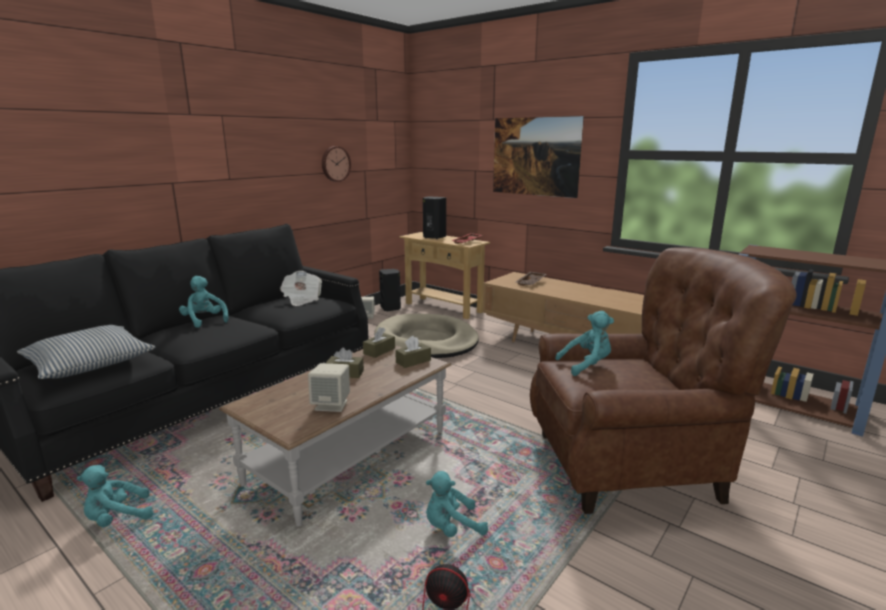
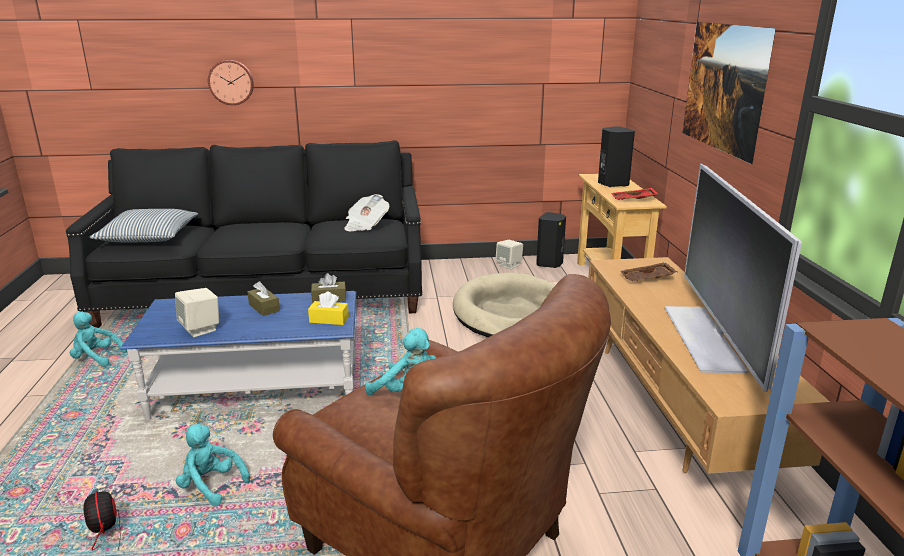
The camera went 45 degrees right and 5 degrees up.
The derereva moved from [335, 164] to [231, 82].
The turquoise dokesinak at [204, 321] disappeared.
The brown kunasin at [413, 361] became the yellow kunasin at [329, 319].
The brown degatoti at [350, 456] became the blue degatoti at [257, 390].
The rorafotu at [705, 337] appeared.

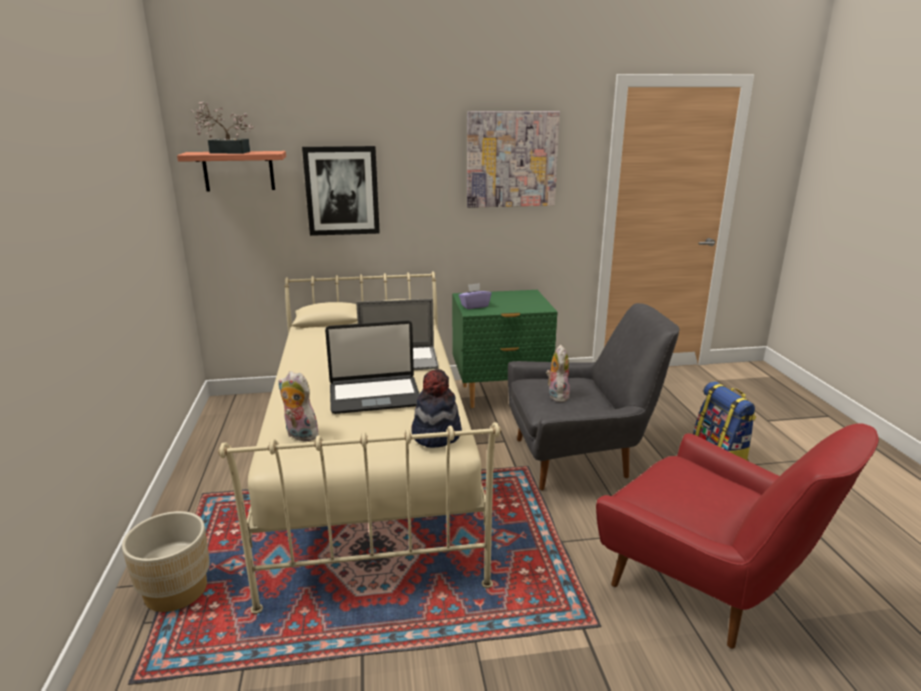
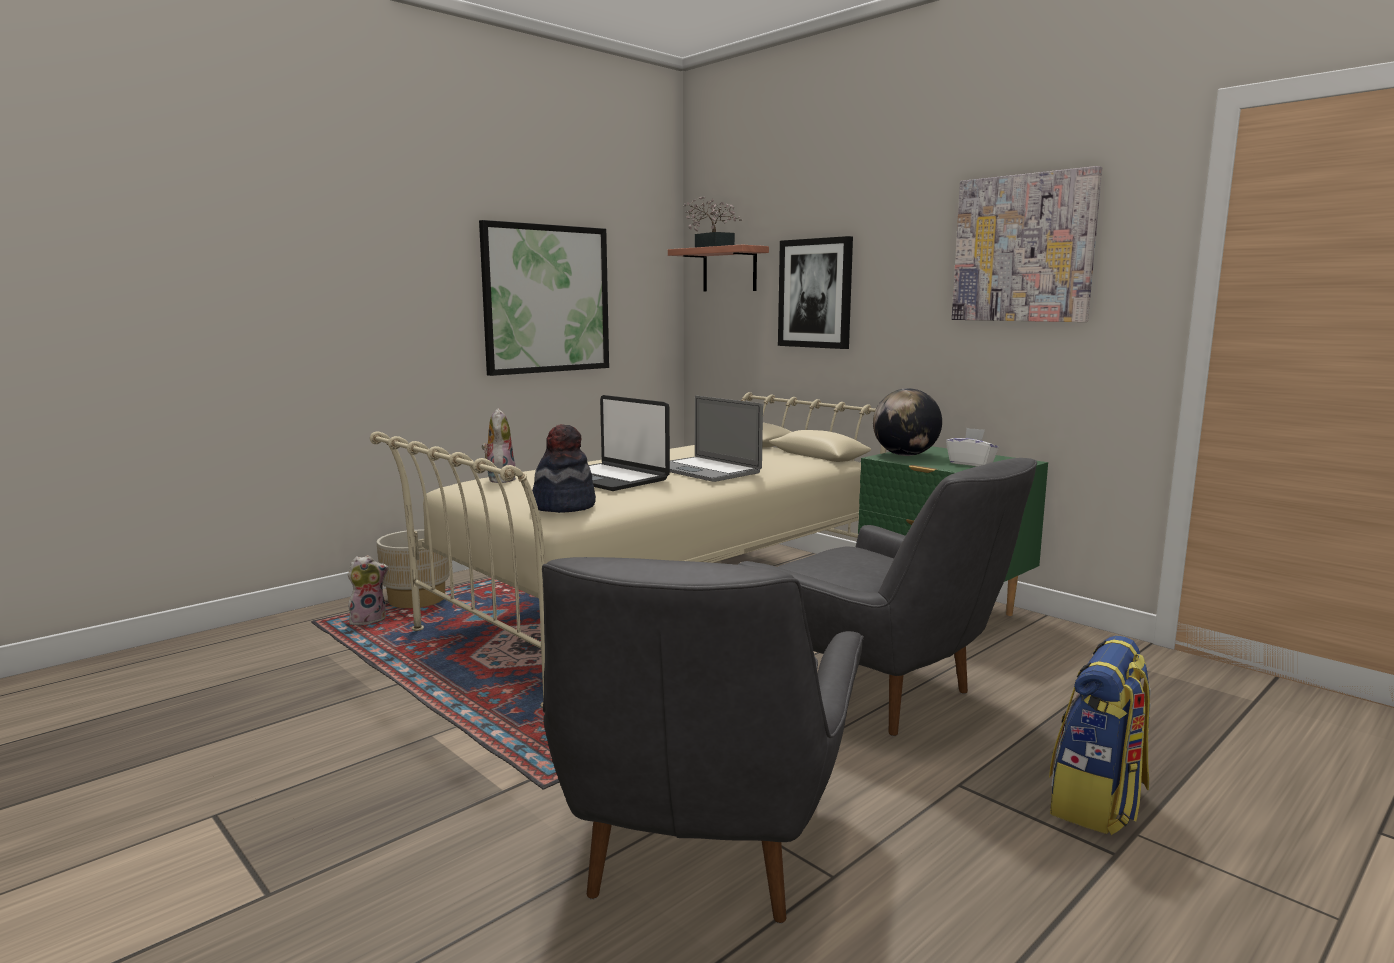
The camera went 55 degrees right and 10 degrees down.
The purple kunasin at [474, 306] was replaced by the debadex at [905, 455].
The dokesinak moved from [556, 395] to [369, 620].
The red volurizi at [706, 591] became the grey volurizi at [699, 854].
The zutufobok at [546, 299] appeared.
The white kunasin at [971, 463] appeared.

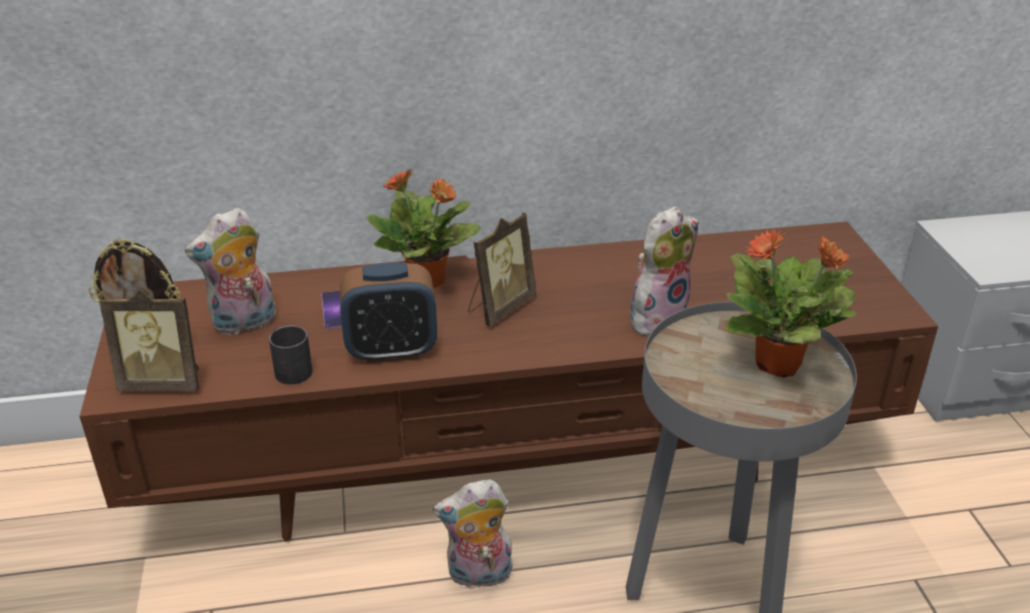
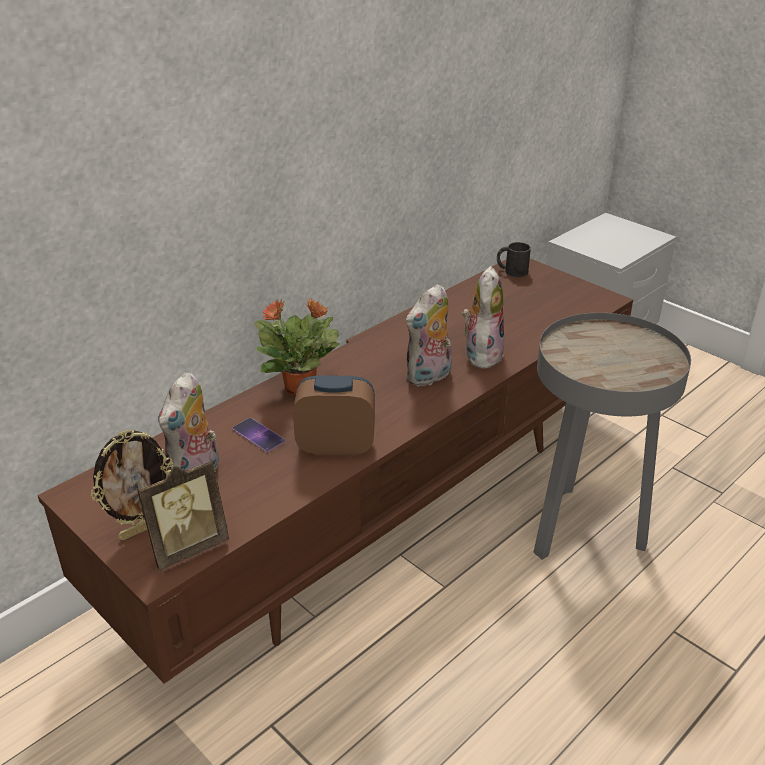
The camera went 35 degrees left and 0 degrees up.
The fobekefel at [499, 307] disappeared.
The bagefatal at [779, 365] disappeared.
The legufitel at [391, 350] turned 135 degrees counterclockwise.
The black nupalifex moved from [290, 368] to [511, 271].
The dokesinak moved from [478, 576] to [429, 377].

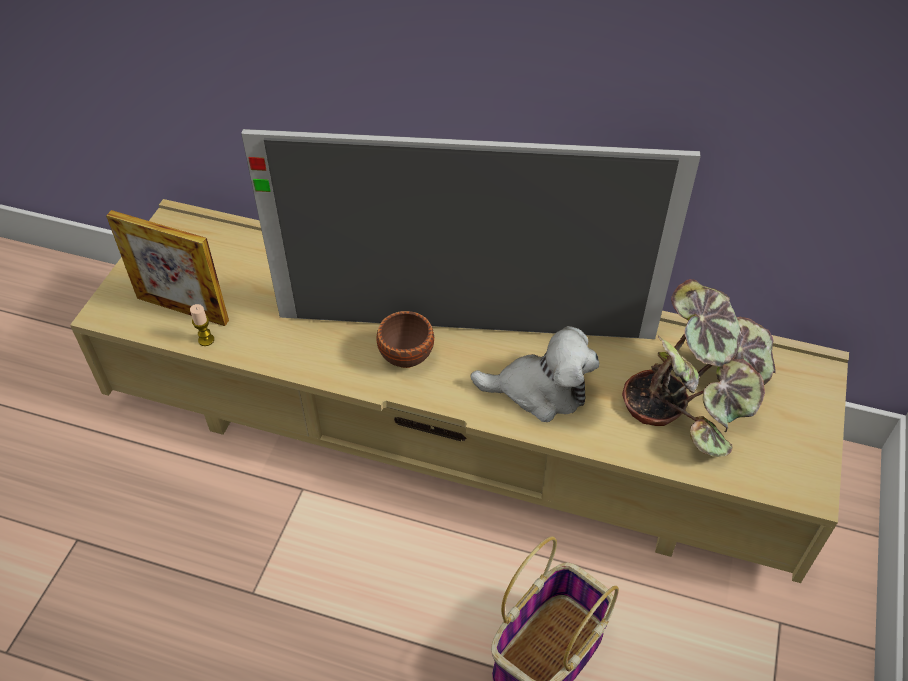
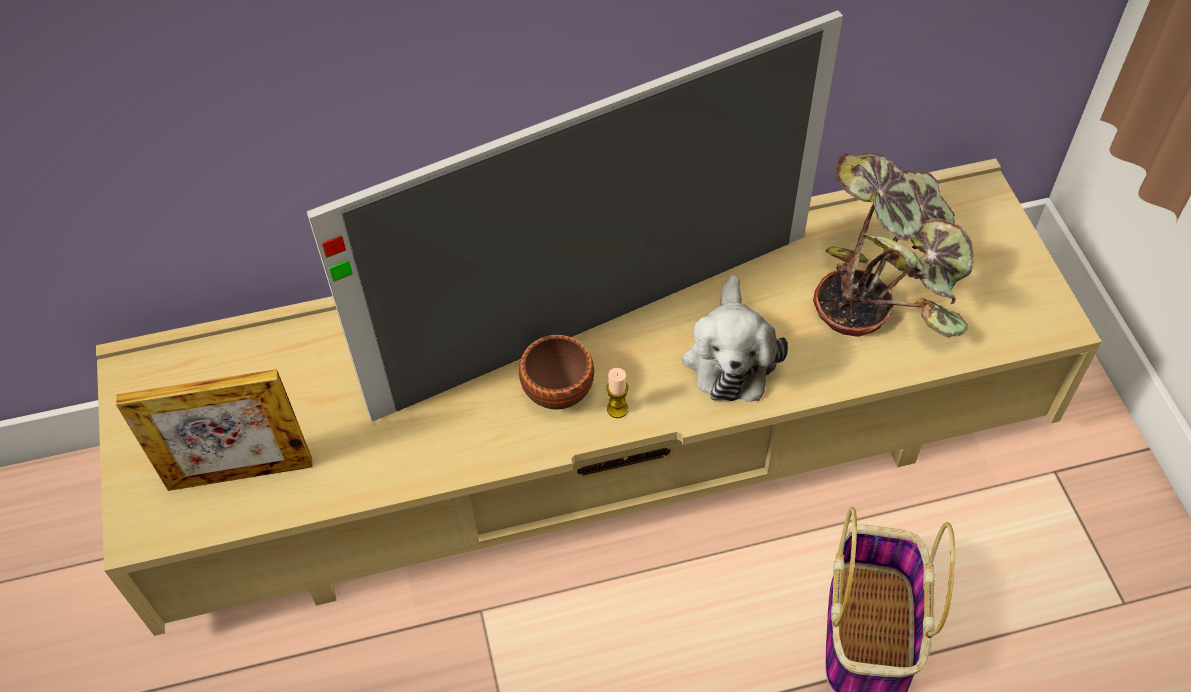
The camera went 30 degrees left and 5 degrees up.
The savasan moved from [206, 340] to [617, 409].
The dokesinak at [540, 390] turned 120 degrees clockwise.

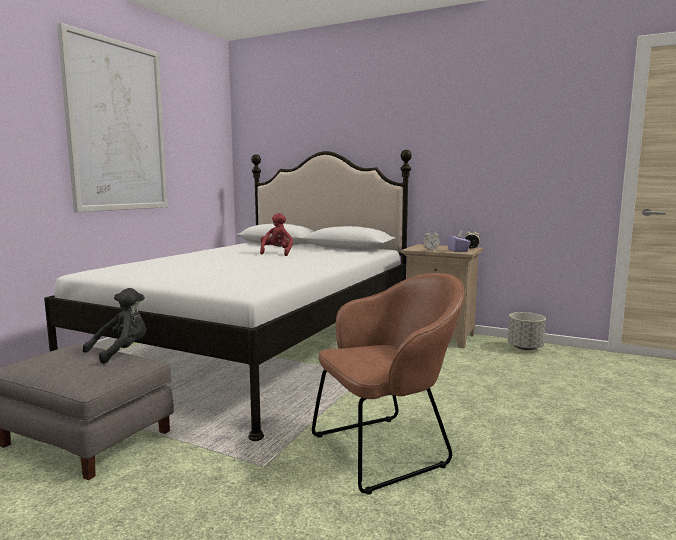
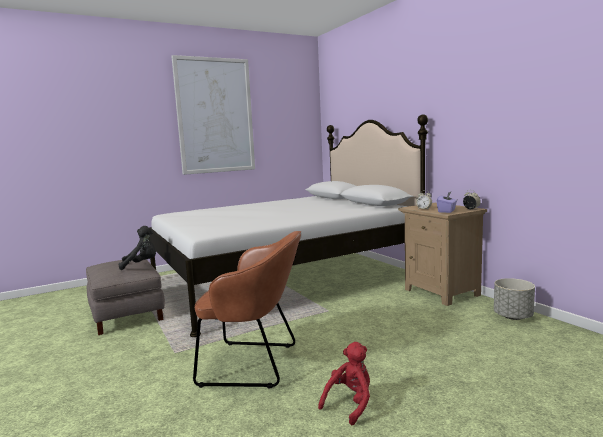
The camera went 35 degrees right and 0 degrees up.
The red dokesinak moved from [277, 253] to [350, 403].

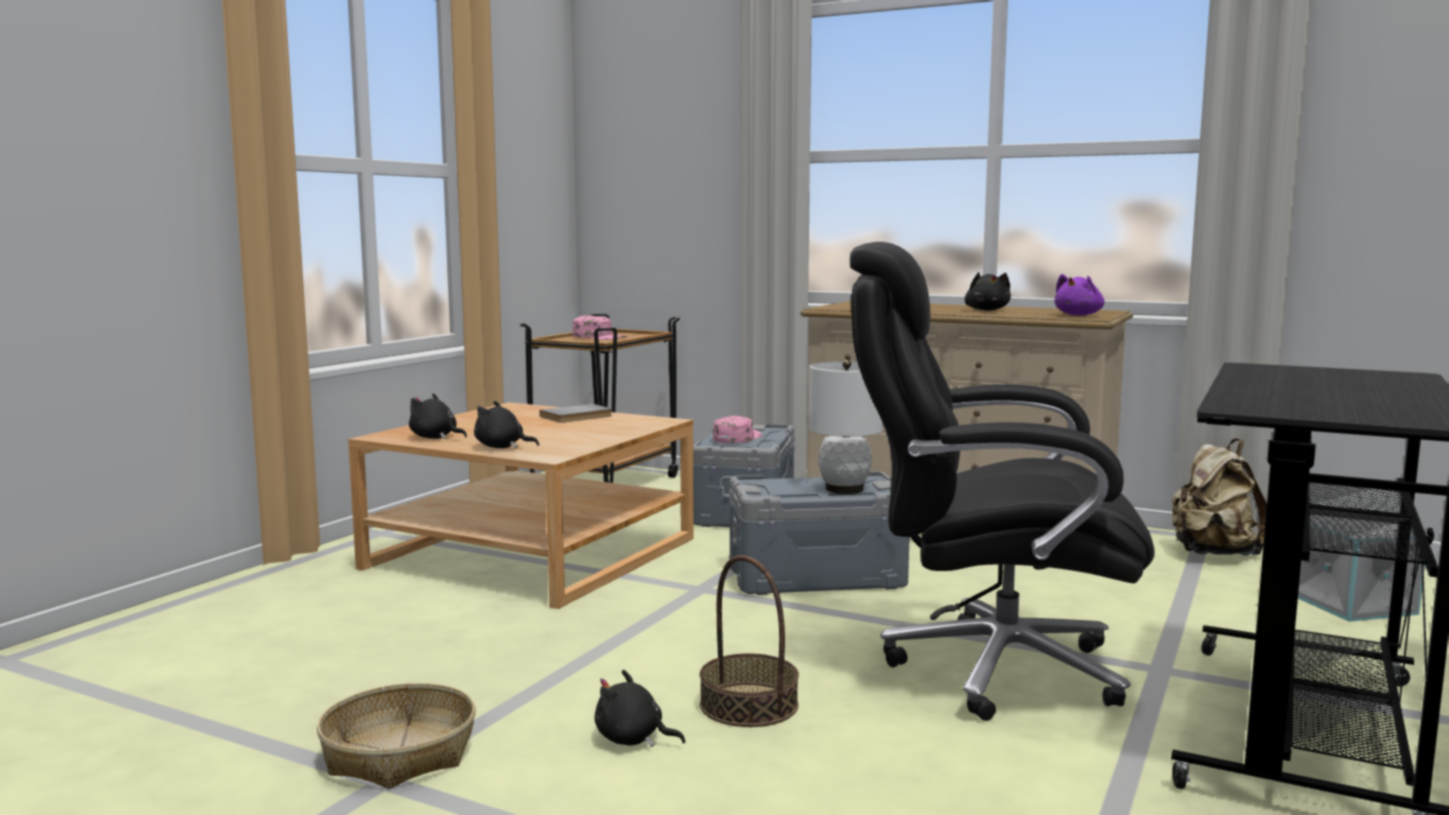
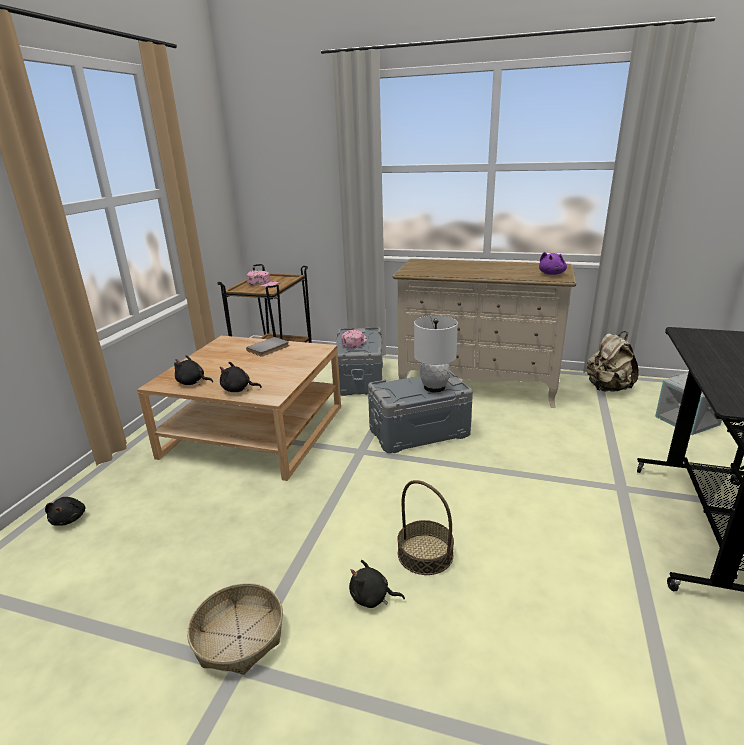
The camera went 10 degrees left and 15 degrees up.
The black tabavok at [988, 670] disappeared.
The black dokesinak moved from [987, 310] to [69, 519].

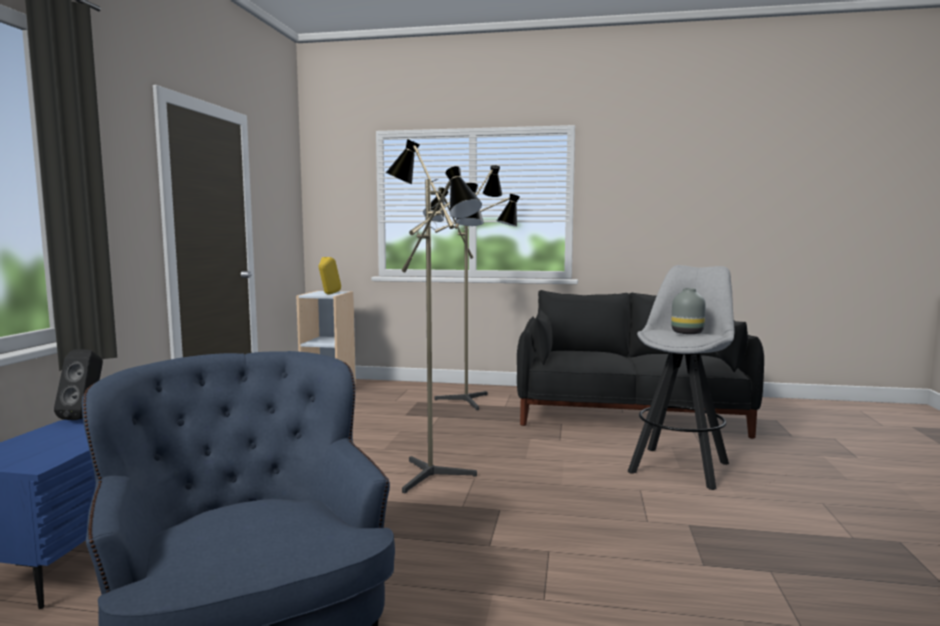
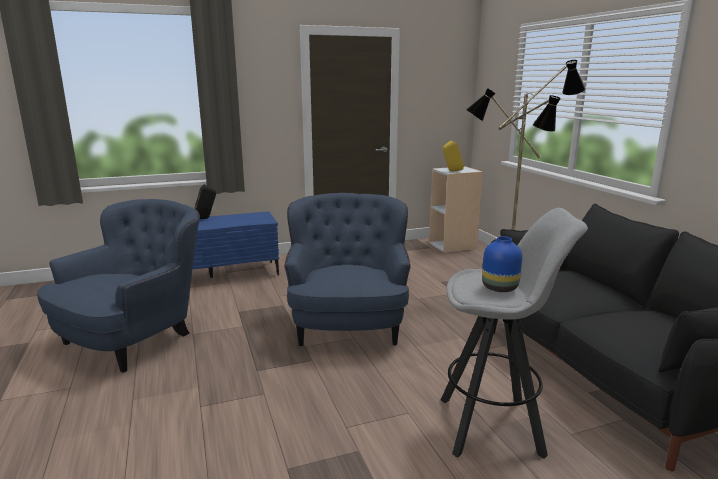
The camera went 60 degrees right and 10 degrees up.
The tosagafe at [438, 473] was replaced by the blue volurizi at [348, 324].
The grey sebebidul at [687, 333] became the blue sebebidul at [499, 288].

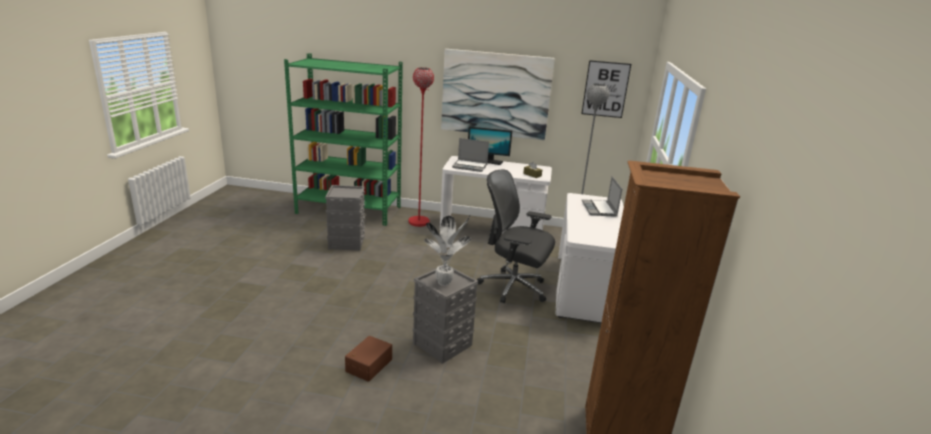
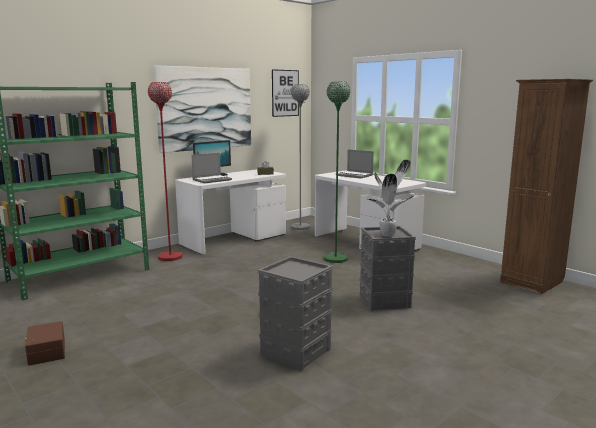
The camera went 50 degrees left and 10 degrees down.
The tabavok at [514, 288] was replaced by the green tosagafe at [335, 259].
The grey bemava moved from [347, 242] to [295, 351].
The brown bemava moved from [368, 365] to [45, 352].

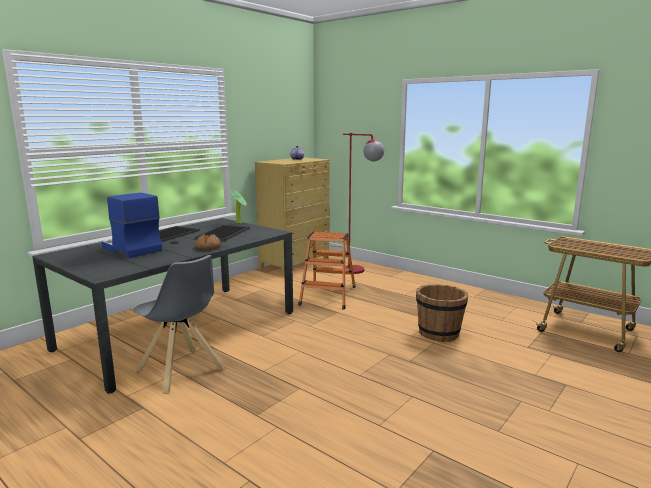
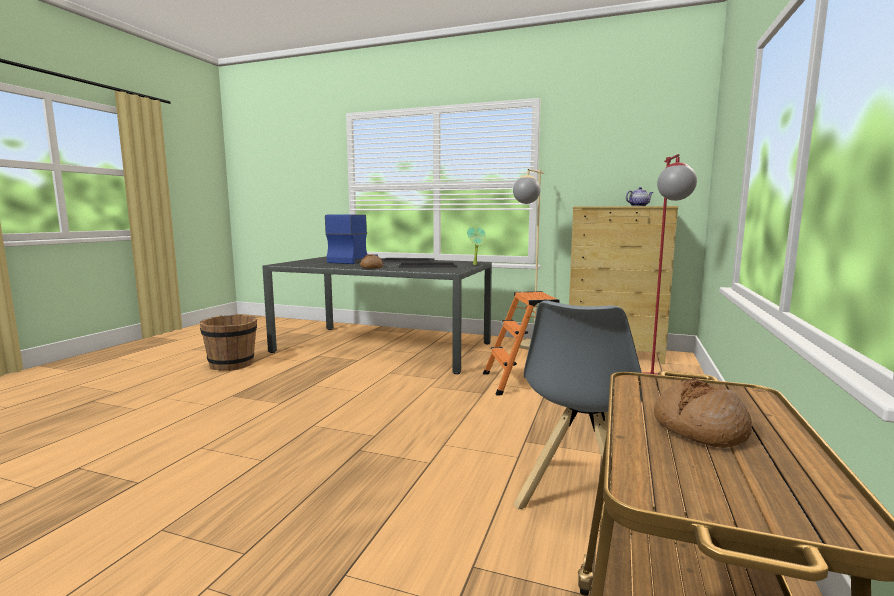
The camera went 70 degrees right and 5 degrees down.
The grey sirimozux moved from [181, 371] to [579, 496].
The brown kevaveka moved from [439, 333] to [232, 365].
The beige tosagafe at [528, 348] appeared.
The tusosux at [698, 429] appeared.

